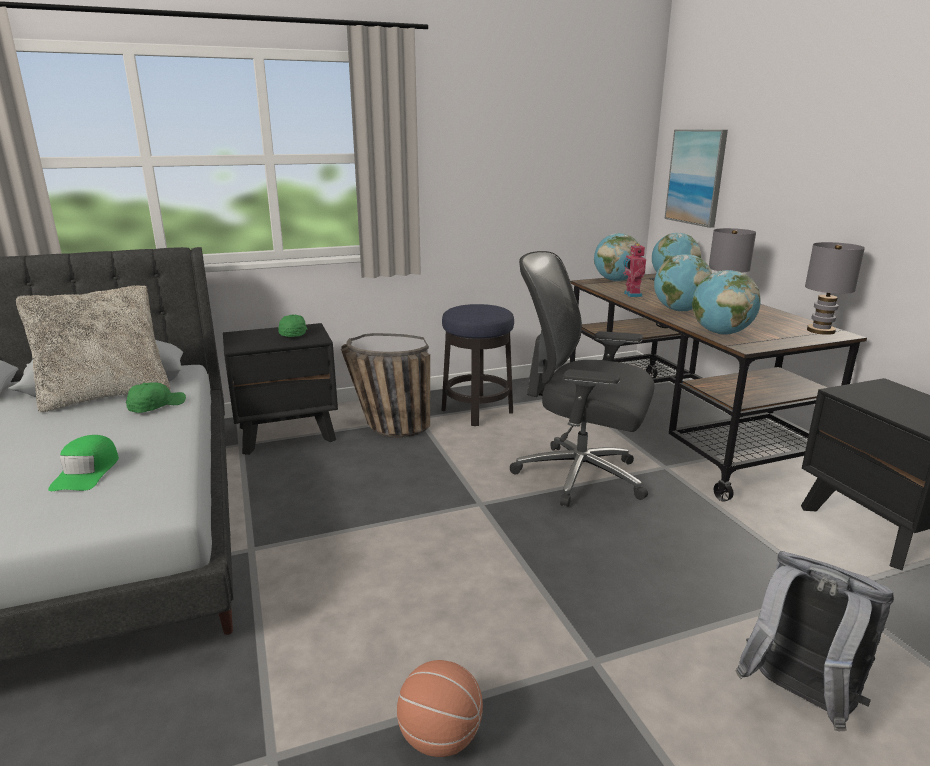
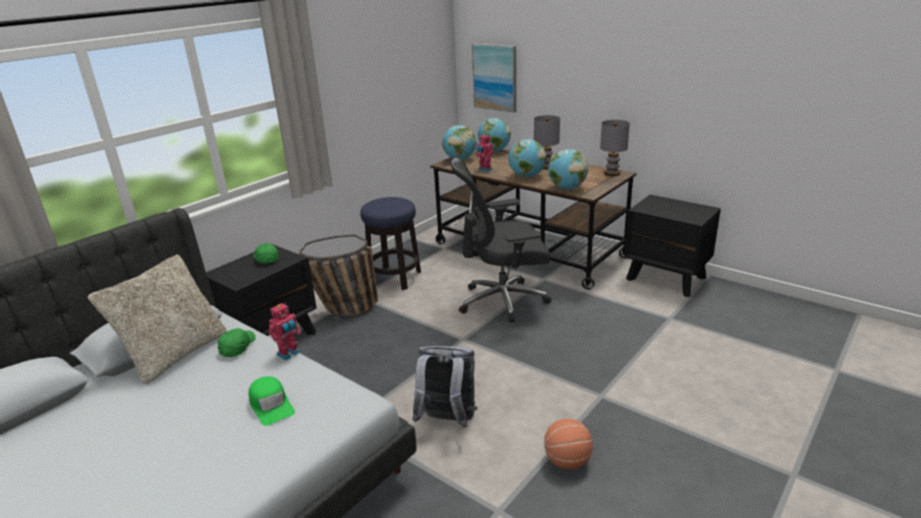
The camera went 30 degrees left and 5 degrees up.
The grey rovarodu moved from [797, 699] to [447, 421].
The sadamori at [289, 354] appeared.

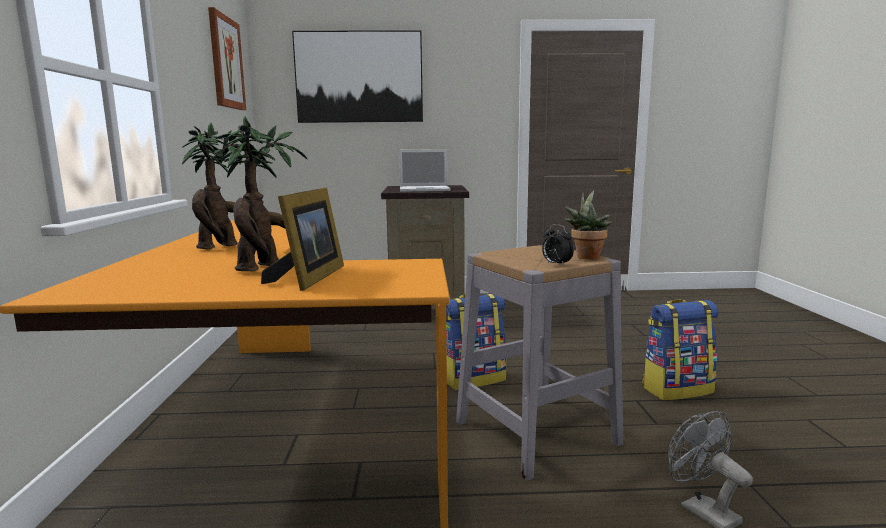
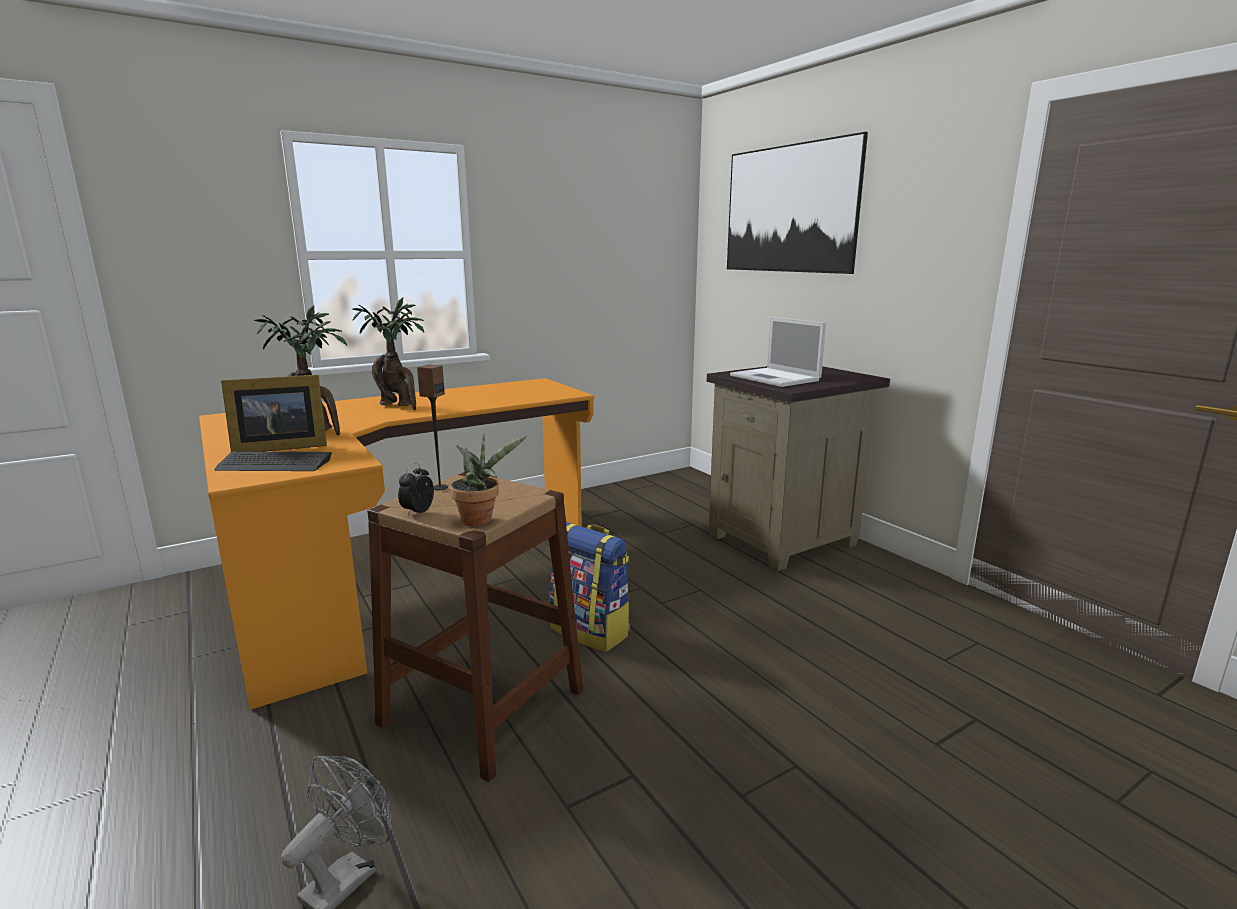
The camera went 60 degrees right and 5 degrees up.
The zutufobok at [226, 62] disappeared.
The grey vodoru at [536, 432] became the brown vodoru at [483, 706].
The rovarodu at [677, 389] disappeared.
The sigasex at [439, 487] appeared.
The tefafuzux at [274, 464] appeared.

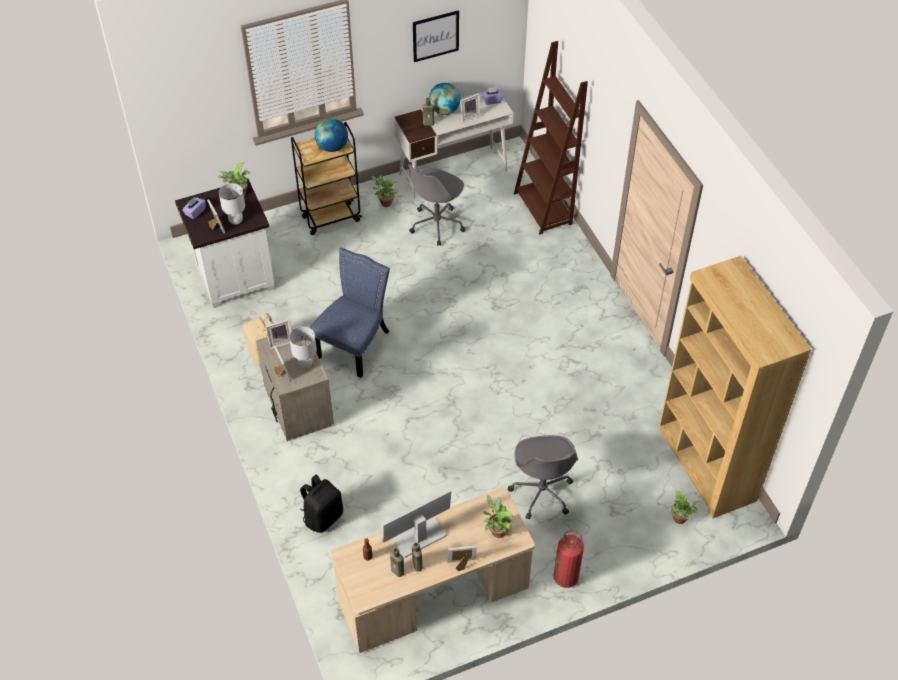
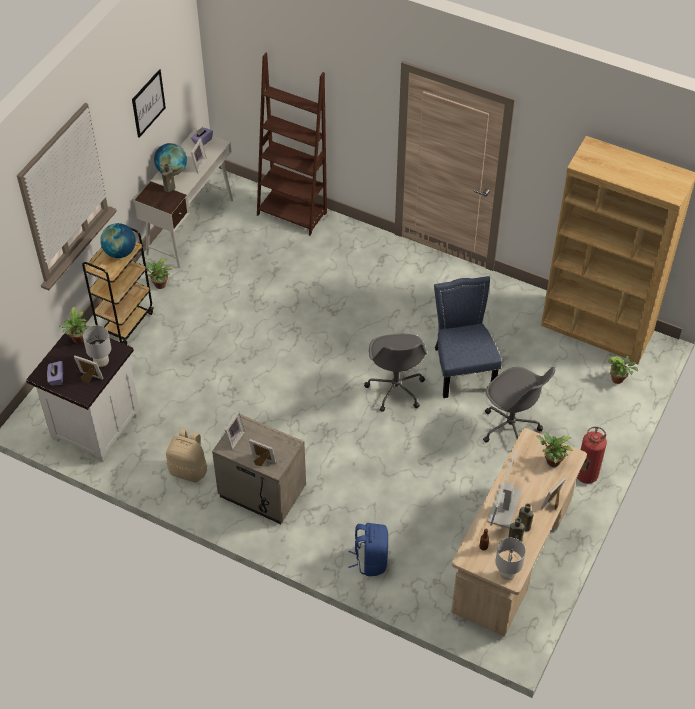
The camera went 40 degrees left and 0 degrees up.
The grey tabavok moved from [436, 226] to [396, 391].
The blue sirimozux moved from [354, 347] to [462, 370].
The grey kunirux moved from [305, 363] to [506, 574].
The black rovarodu at [323, 516] became the blue rovarodu at [370, 560].

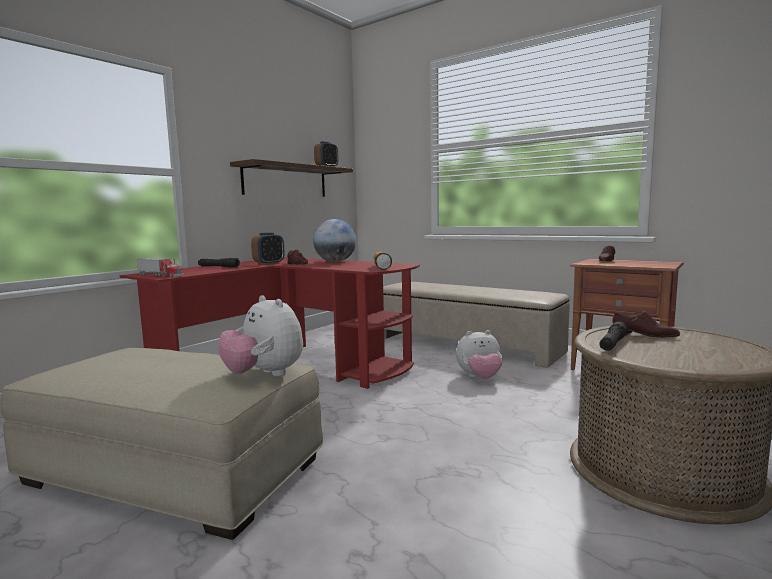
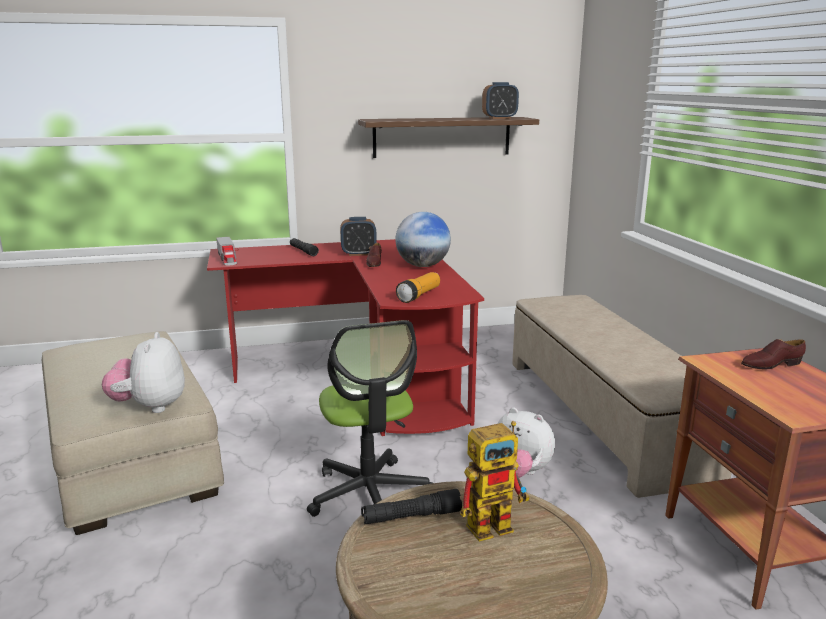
The camera went 40 degrees right and 10 degrees up.
The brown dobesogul at [644, 335] was replaced by the sadamori at [496, 523].
The tabavok at [369, 494] appeared.

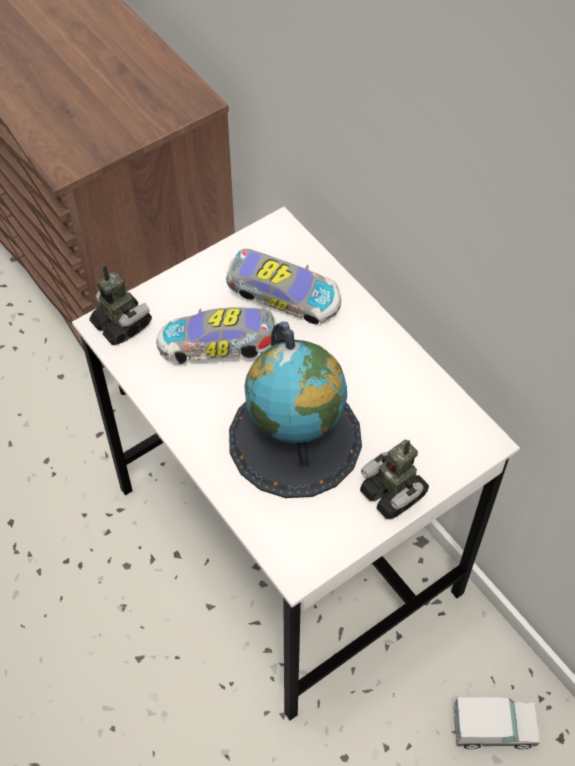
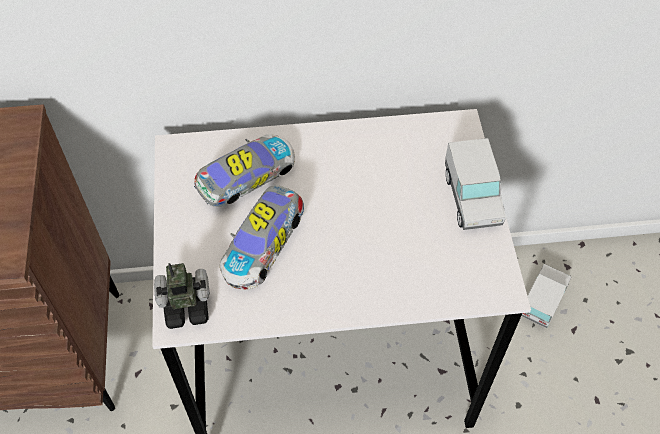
The camera went 60 degrees left and 0 degrees up.
The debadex at [295, 439] disappeared.
The sadamori at [393, 493] was replaced by the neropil at [471, 198].

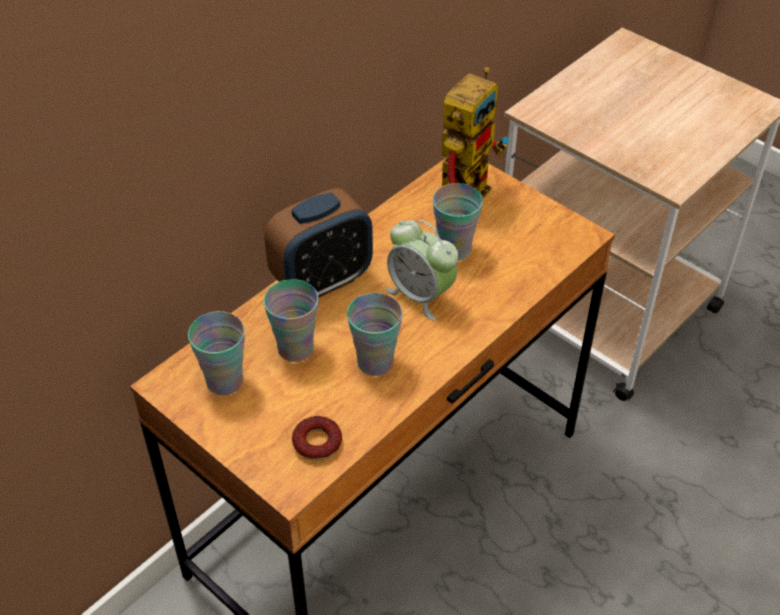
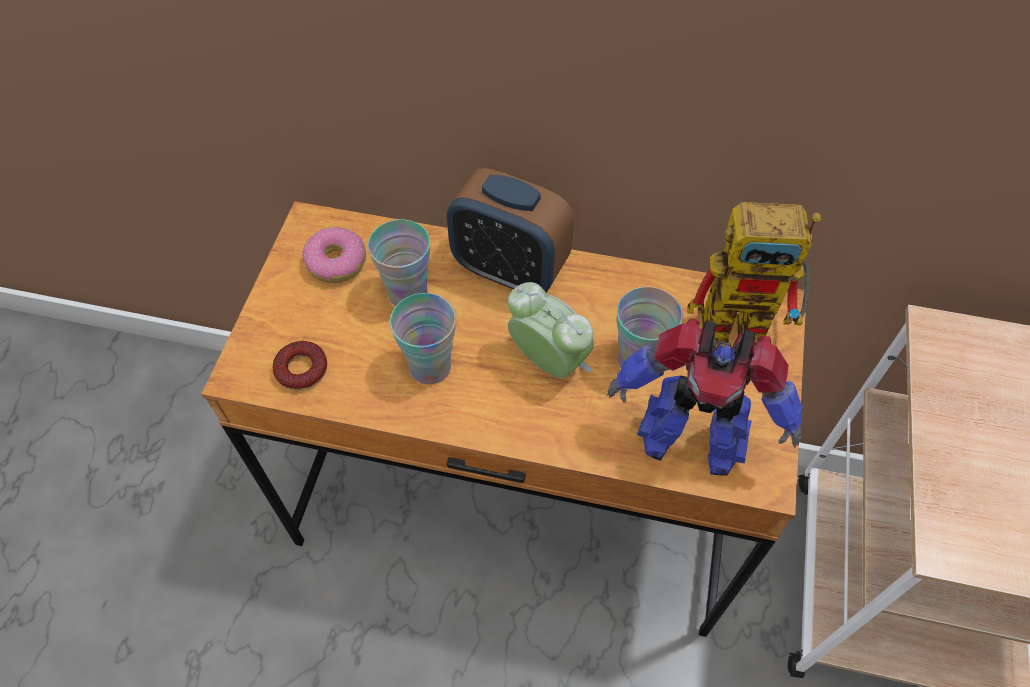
The camera went 60 degrees right and 10 degrees up.
The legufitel at [421, 295] turned 120 degrees clockwise.
The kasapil at [225, 381] was replaced by the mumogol at [336, 262].
The sadamori at [689, 439] appeared.

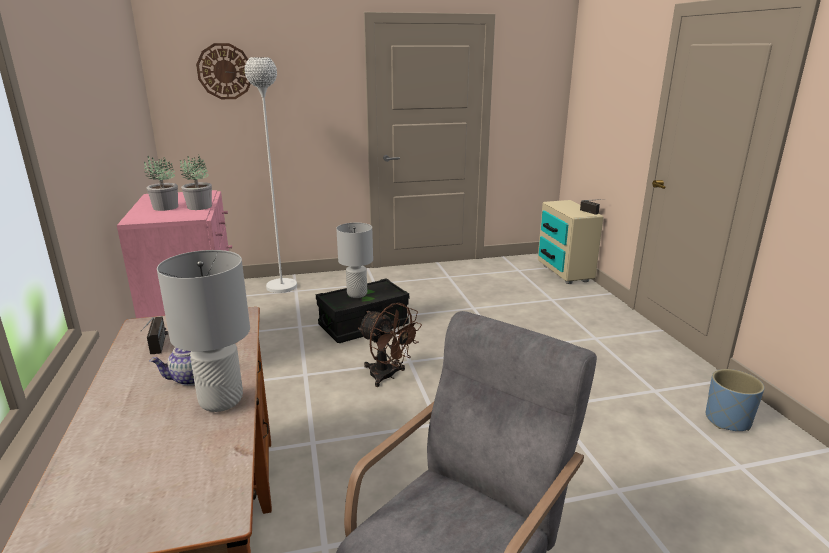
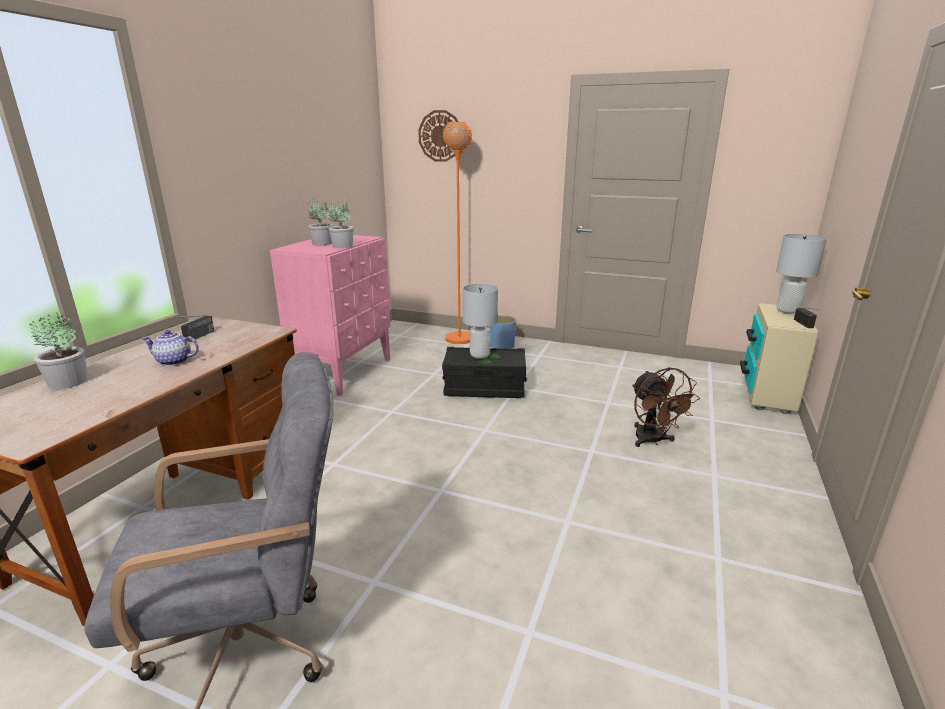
The camera went 35 degrees right and 0 degrees up.
The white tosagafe at [281, 286] became the orange tosagafe at [459, 339].
The grey kunirux moved from [222, 403] to [787, 312].
The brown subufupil moved from [388, 376] to [652, 441].
The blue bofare moved from [727, 420] to [501, 346].
The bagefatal at [69, 382] appeared.

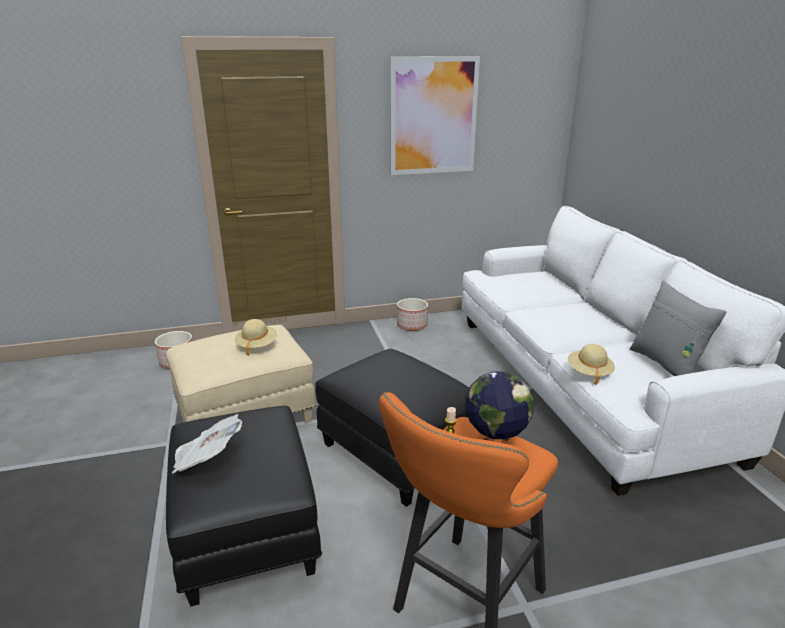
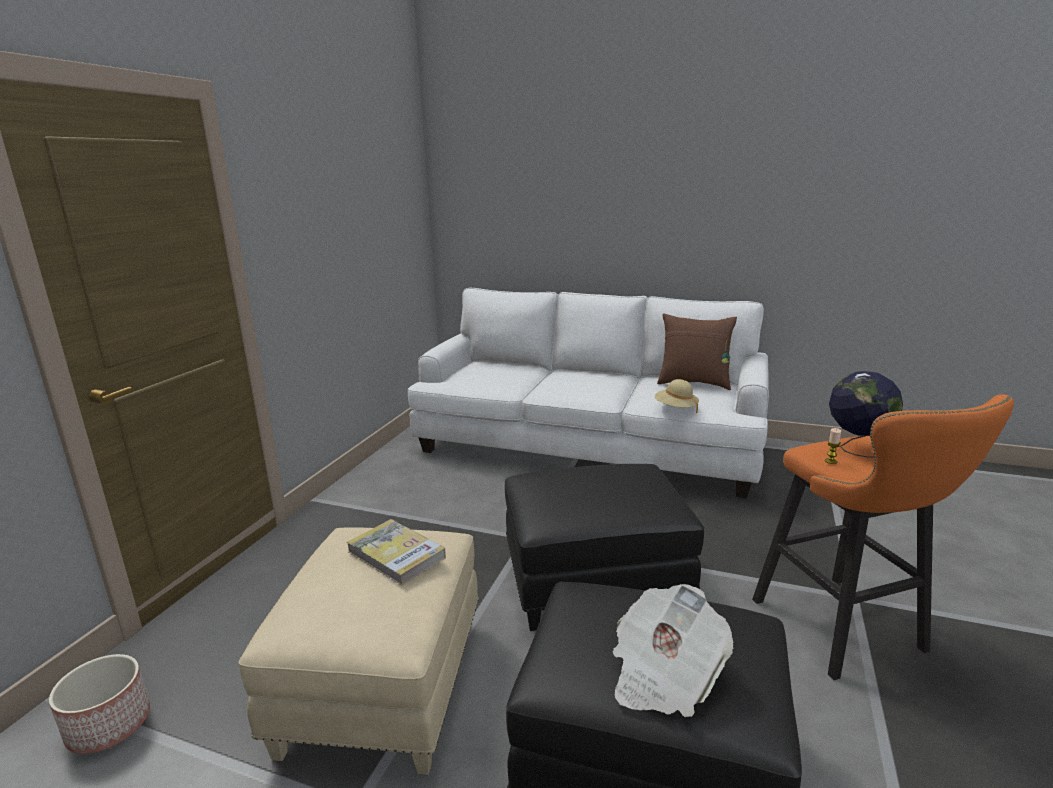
The camera went 55 degrees left and 5 degrees down.
The zutufobok at [433, 116] disappeared.
The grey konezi at [665, 366] became the brown konezi at [693, 384].
The bofare at [412, 325] disappeared.
The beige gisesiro at [257, 346] was replaced by the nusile at [396, 555].

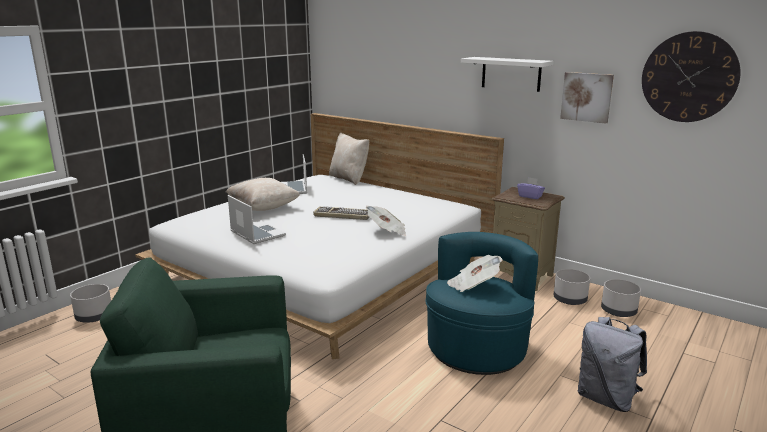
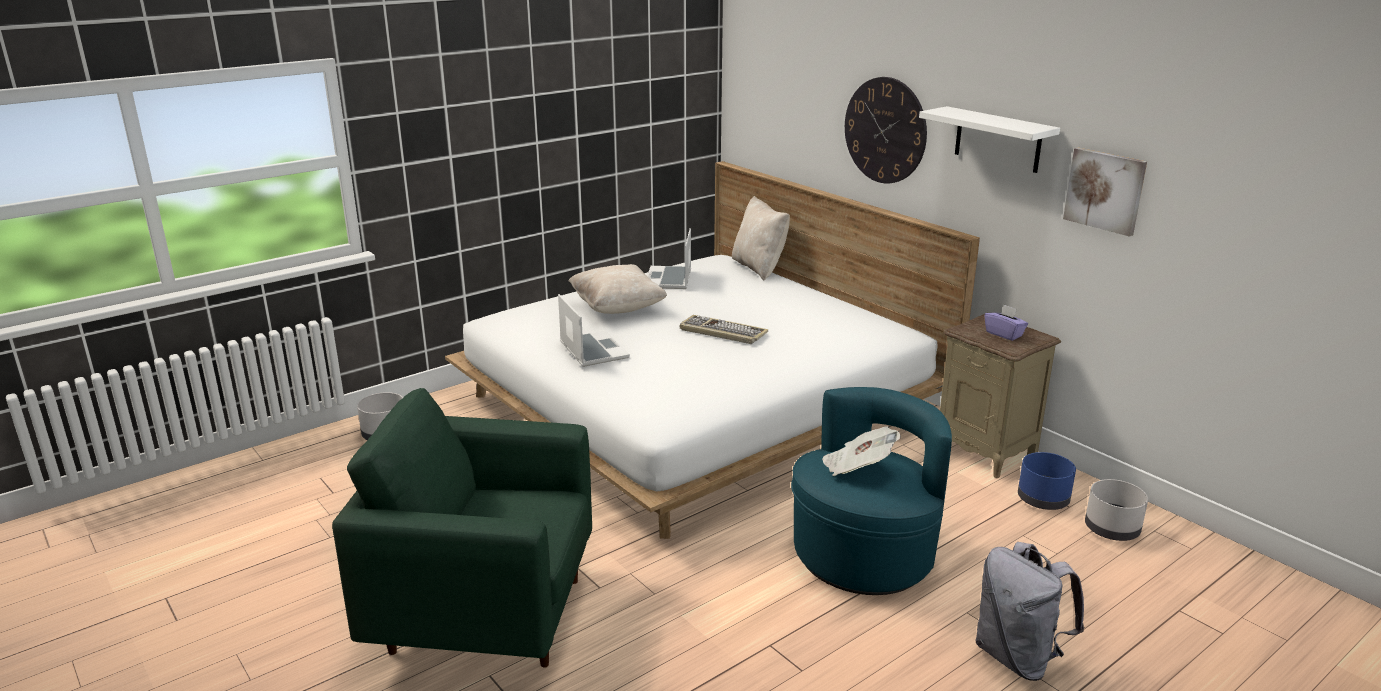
The camera went 15 degrees right and 5 degrees up.
The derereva moved from [689, 77] to [885, 130].
The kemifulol at [387, 231] disappeared.
The grey bofare at [570, 300] became the blue bofare at [1043, 500].

